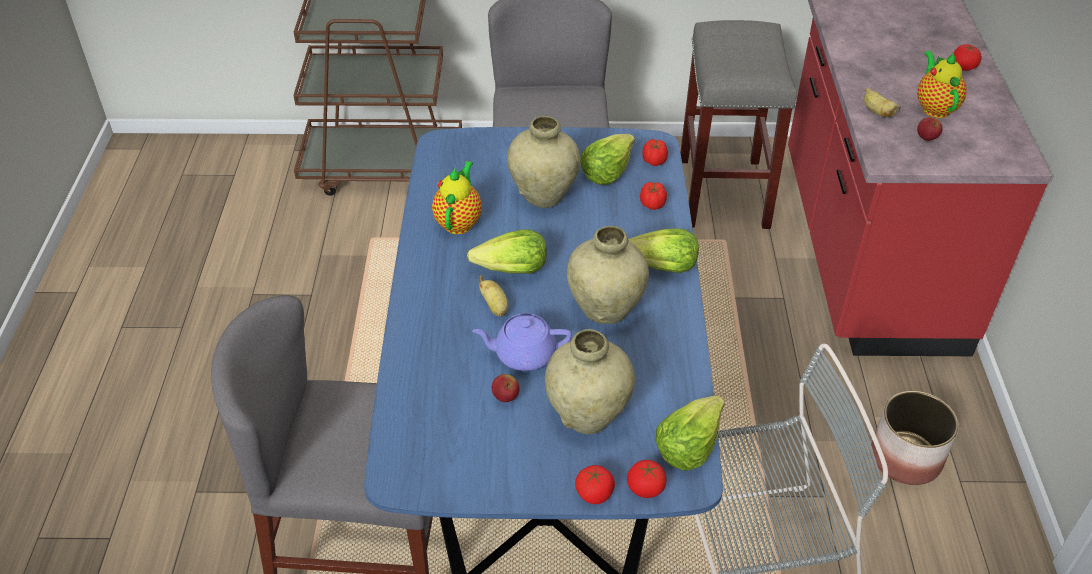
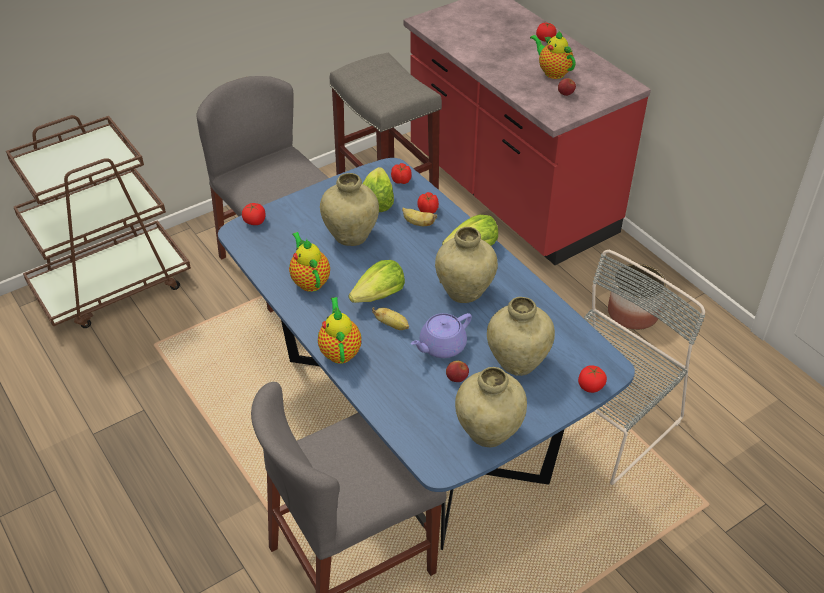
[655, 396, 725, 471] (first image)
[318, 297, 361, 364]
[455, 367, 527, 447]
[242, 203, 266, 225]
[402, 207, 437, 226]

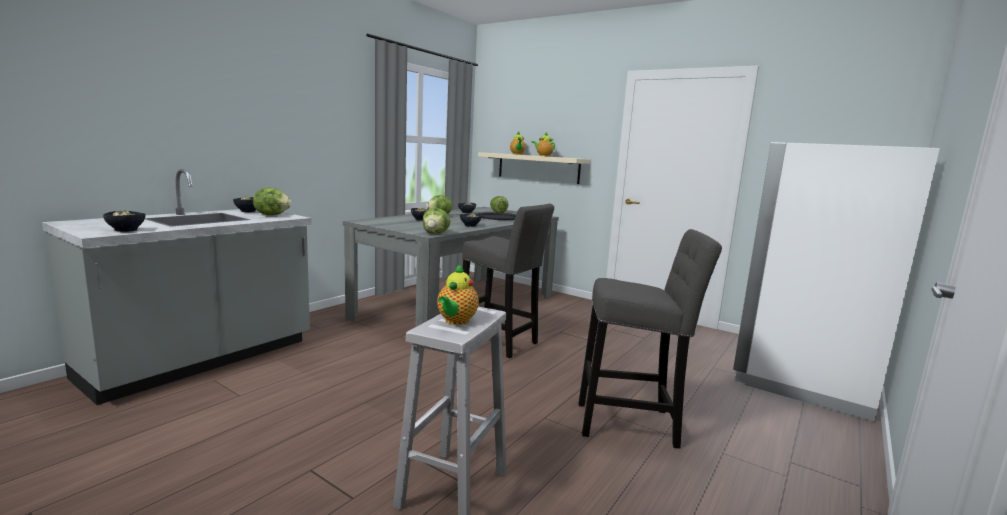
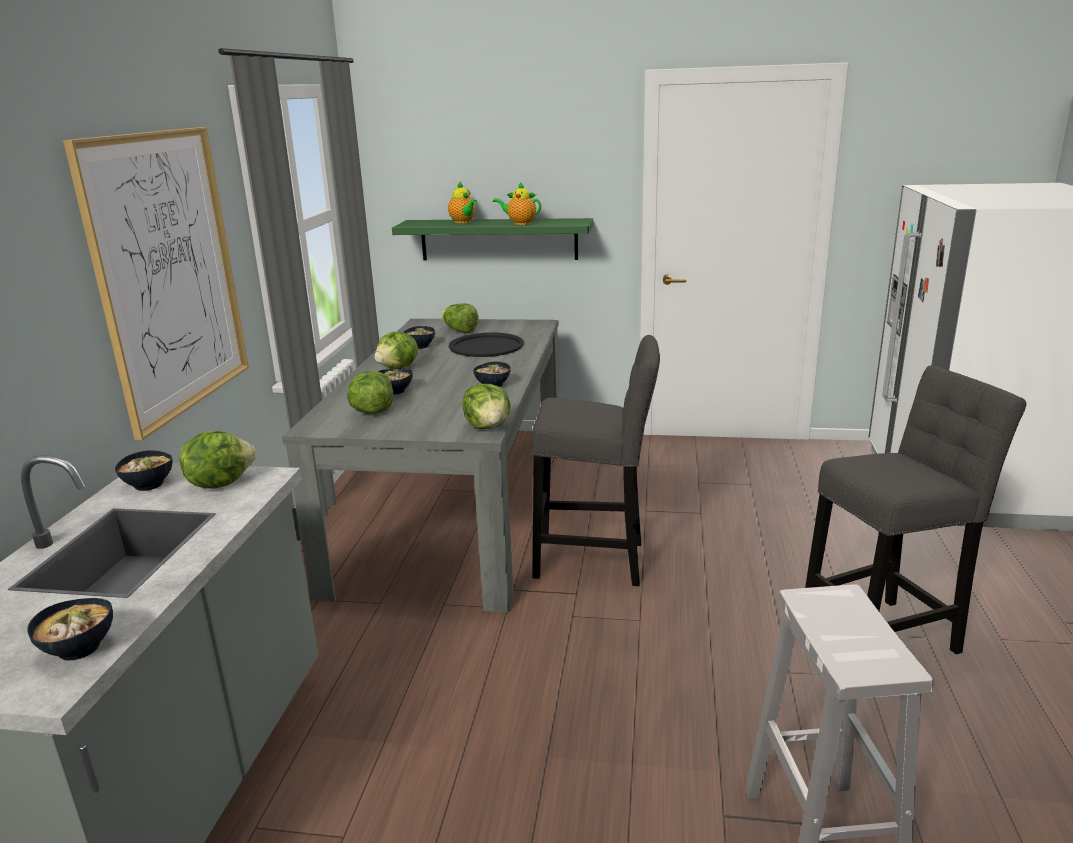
[437, 264, 479, 325] (first image)
[63, 127, 249, 440]
[347, 371, 393, 414]
[392, 218, 593, 260]

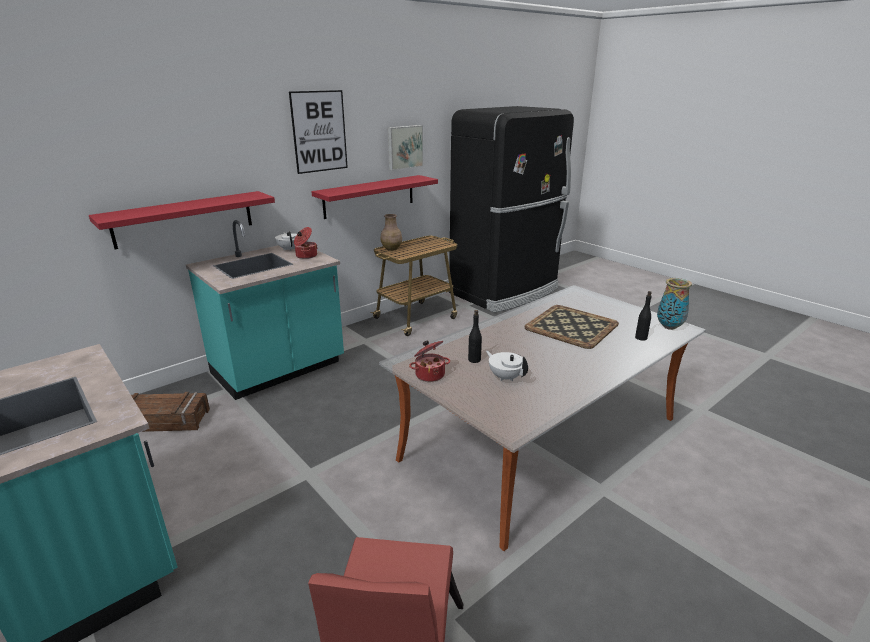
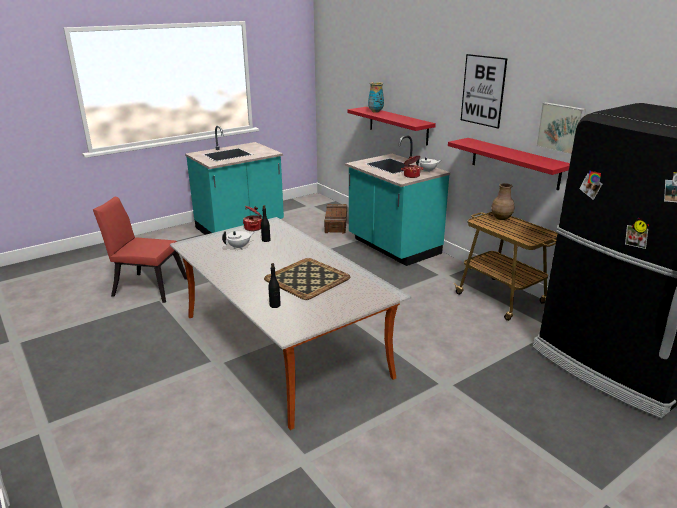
[368, 82, 384, 113]

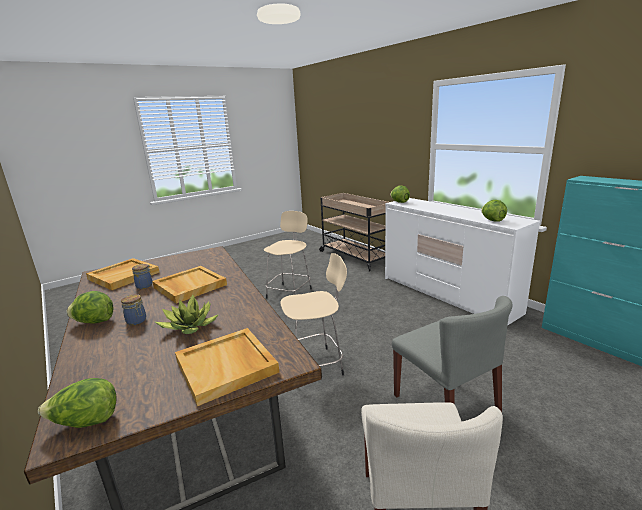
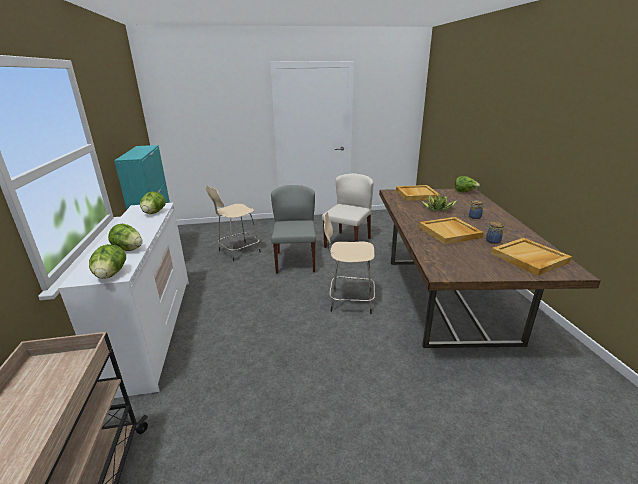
[108, 224, 143, 251]
[206, 186, 261, 262]

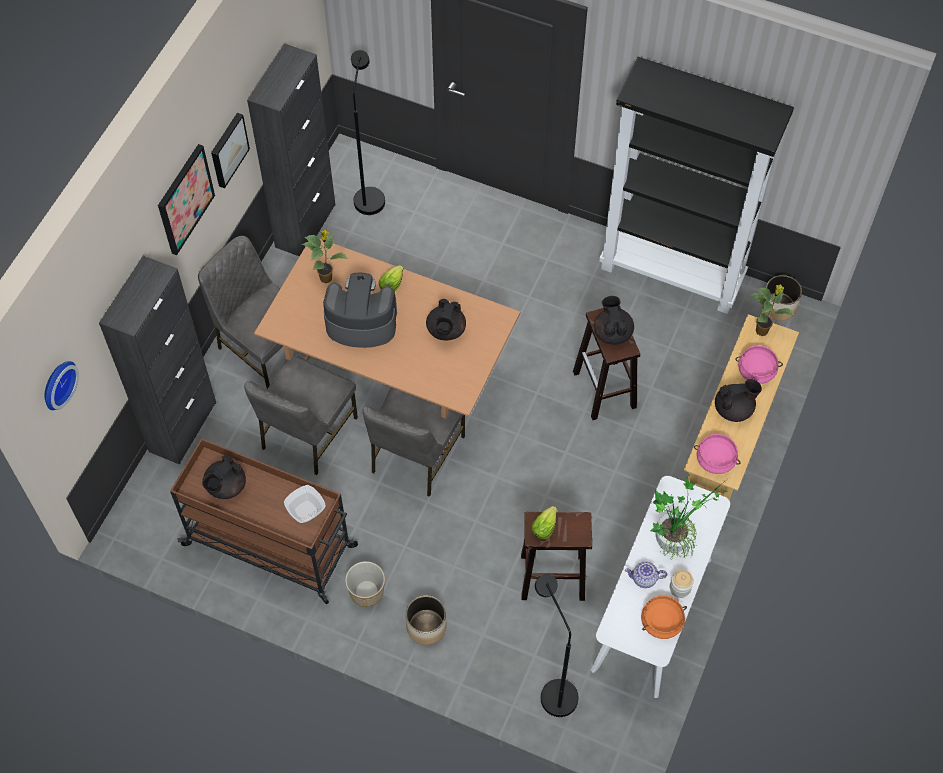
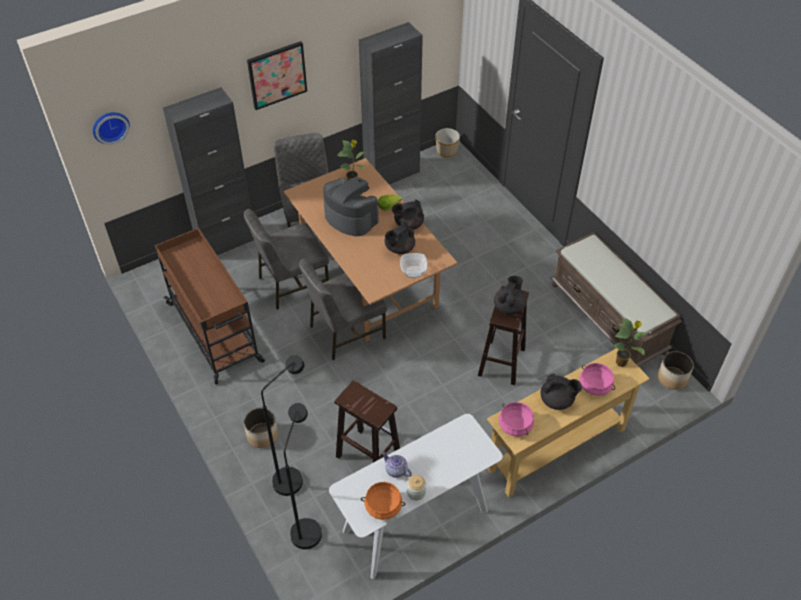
[211, 113, 250, 188] (first image)
[531, 506, 557, 539] (first image)
[651, 477, 727, 560] (first image)
[392, 199, 424, 229]
[400, 253, 427, 278]
[436, 128, 460, 157]
[261, 355, 304, 496]
[550, 232, 682, 367]

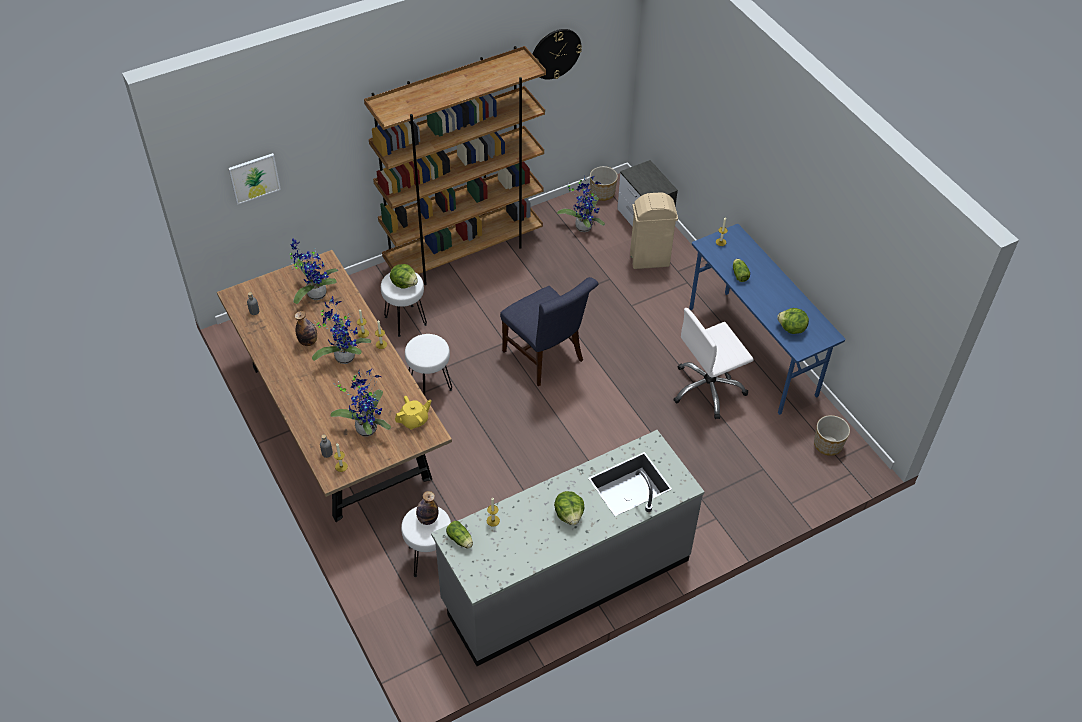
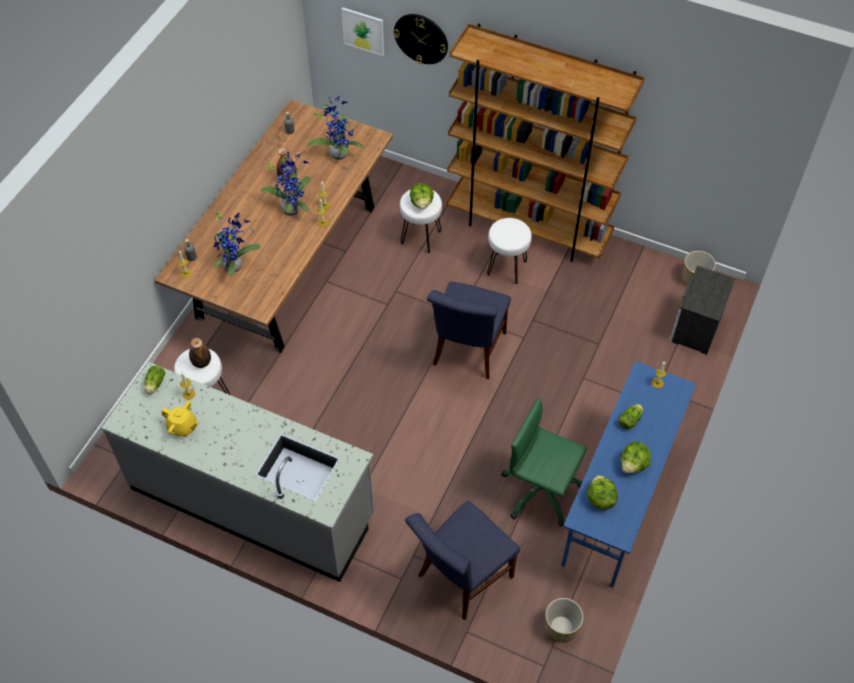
[557, 176, 605, 232] (first image)
[630, 192, 678, 269] (first image)
[405, 501, 520, 620]
[162, 401, 199, 437]
[487, 218, 532, 284]
[393, 14, 448, 64]
[621, 442, 651, 473]
[501, 398, 587, 527]

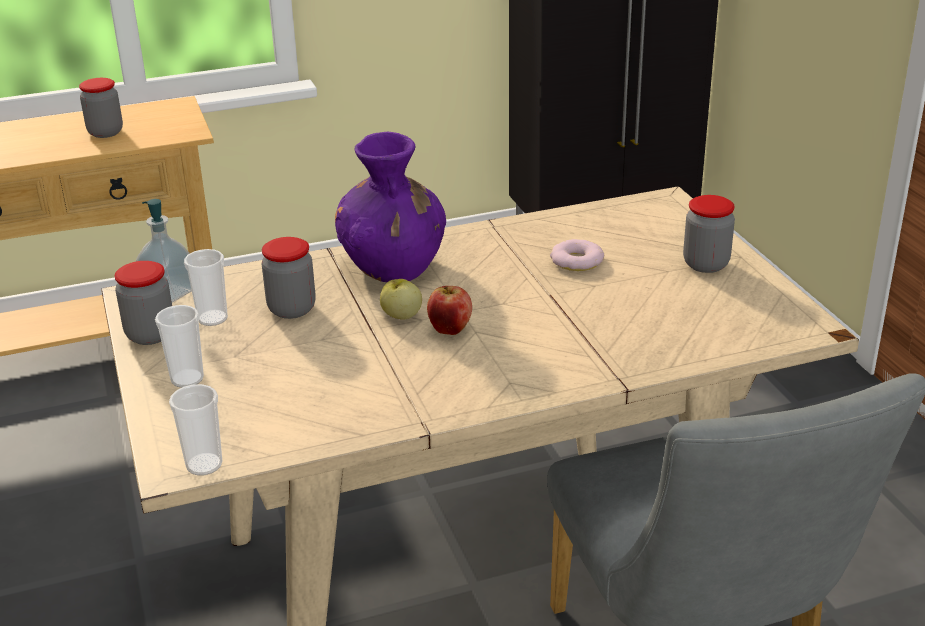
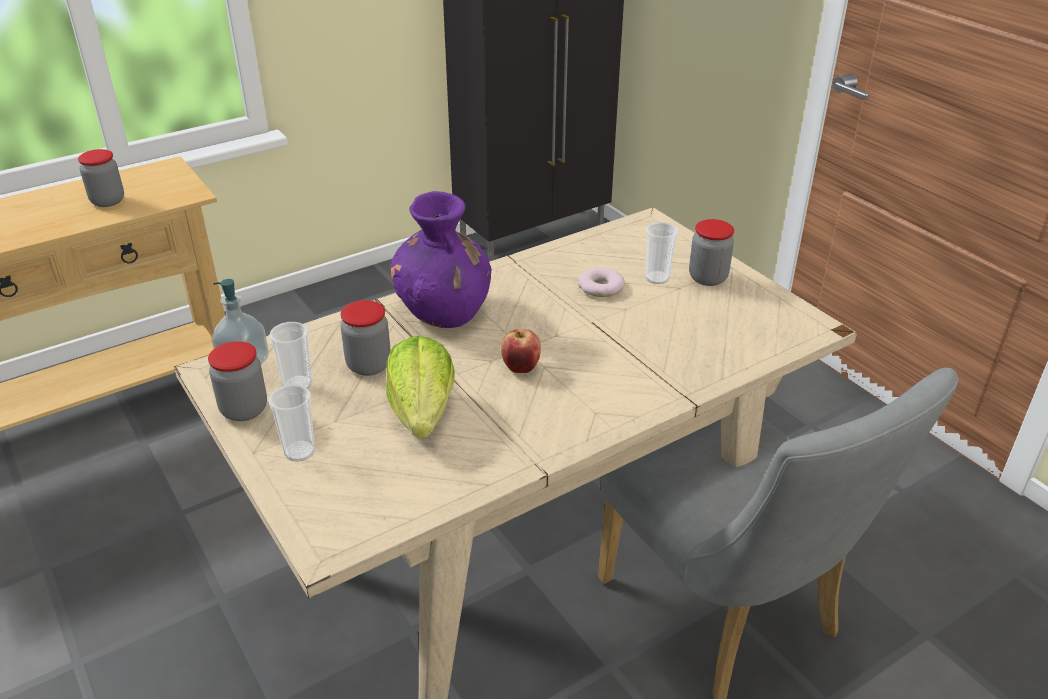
[380, 279, 422, 320] (first image)
[386, 336, 455, 438]
[645, 222, 678, 284]

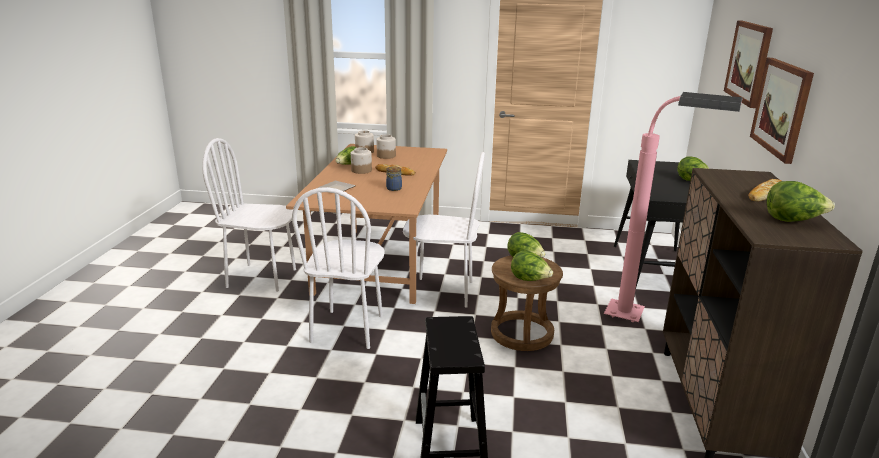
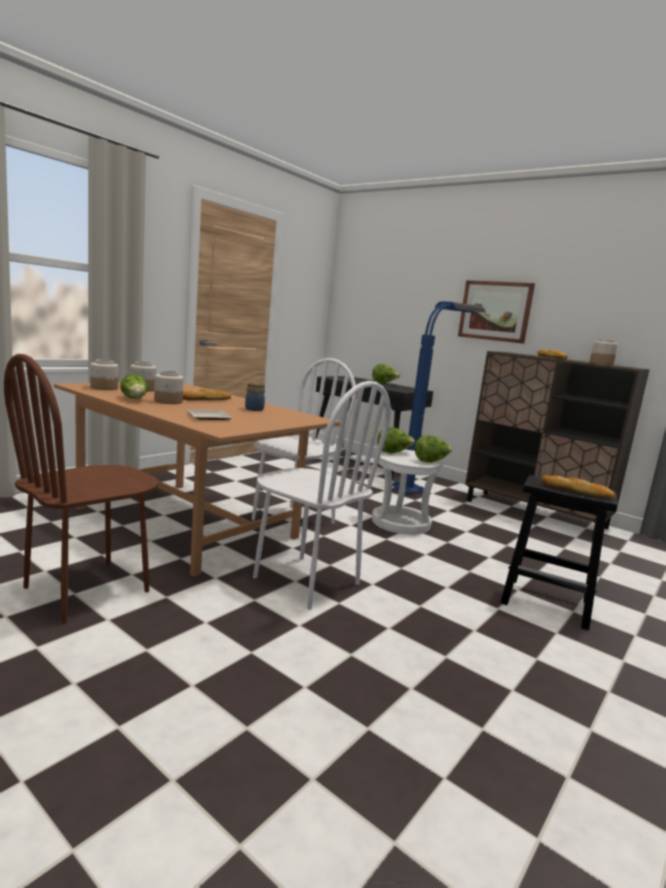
[724, 20, 773, 108] (first image)
[541, 475, 616, 498]
[590, 339, 618, 365]
[4, 354, 159, 624]
[372, 449, 443, 535]
[392, 301, 486, 494]

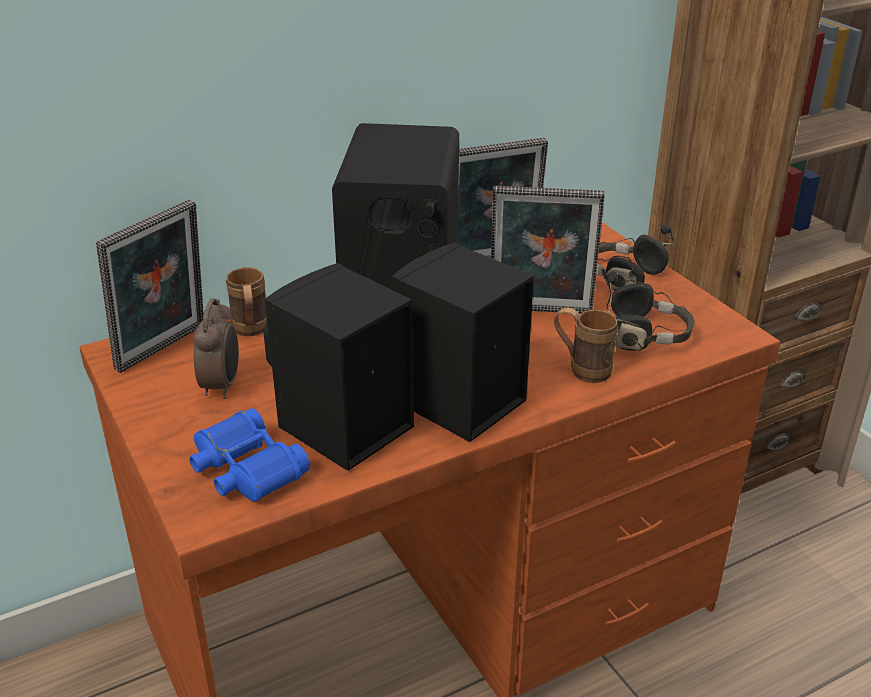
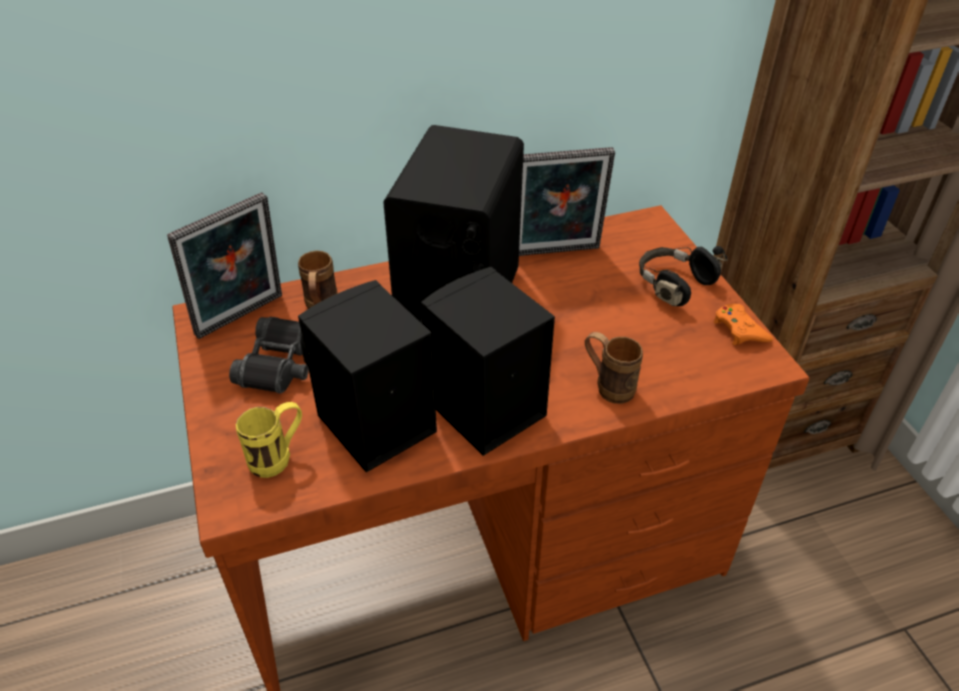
[491, 186, 605, 314] (first image)
[606, 271, 695, 351] (first image)
[713, 304, 774, 345]
[236, 402, 302, 478]
[229, 317, 309, 394]

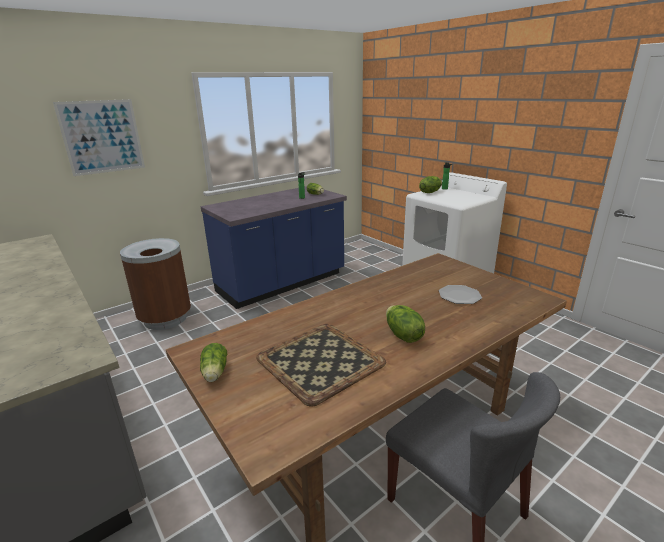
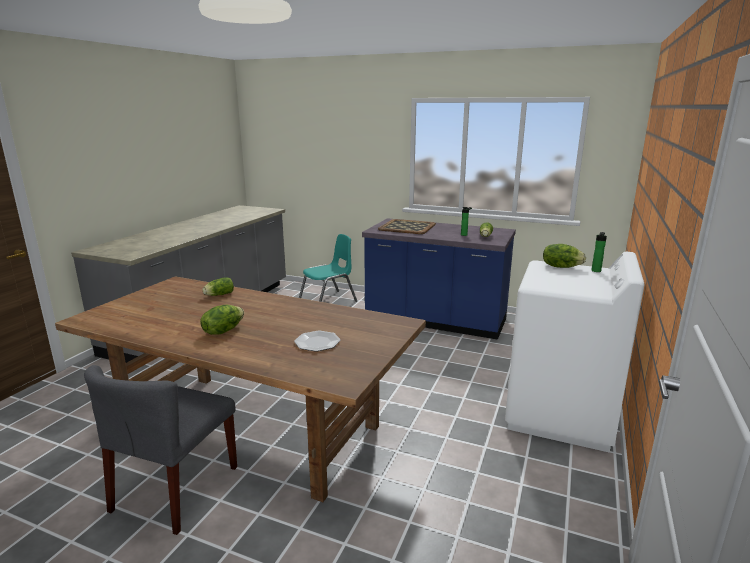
[53, 99, 145, 176] (first image)
[202, 277, 234, 296]
[378, 219, 436, 234]
[299, 234, 357, 302]

